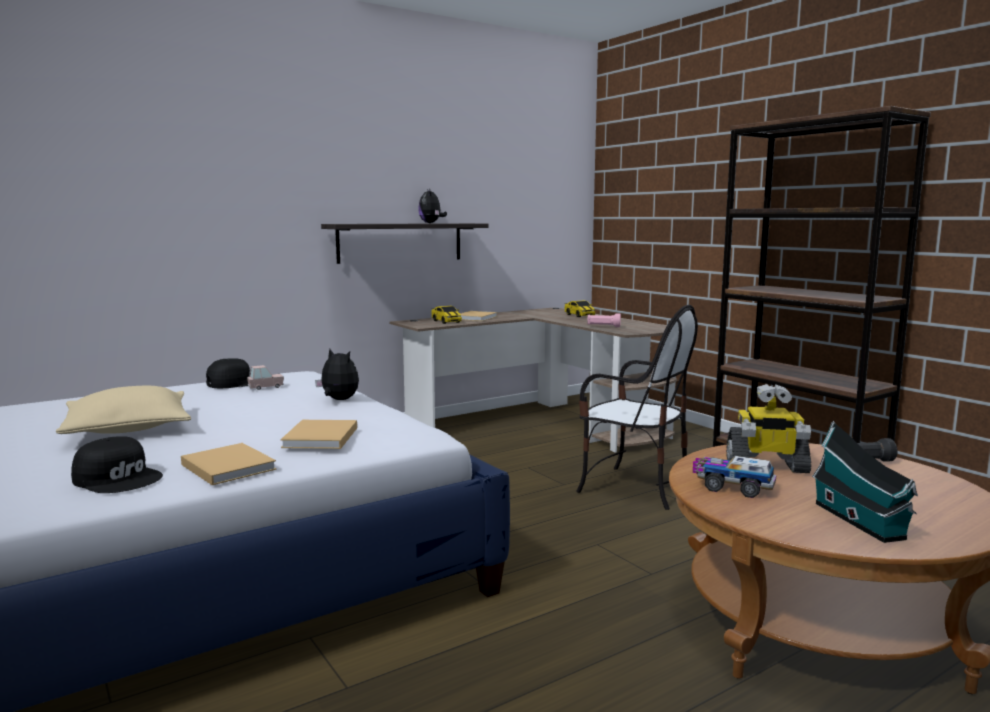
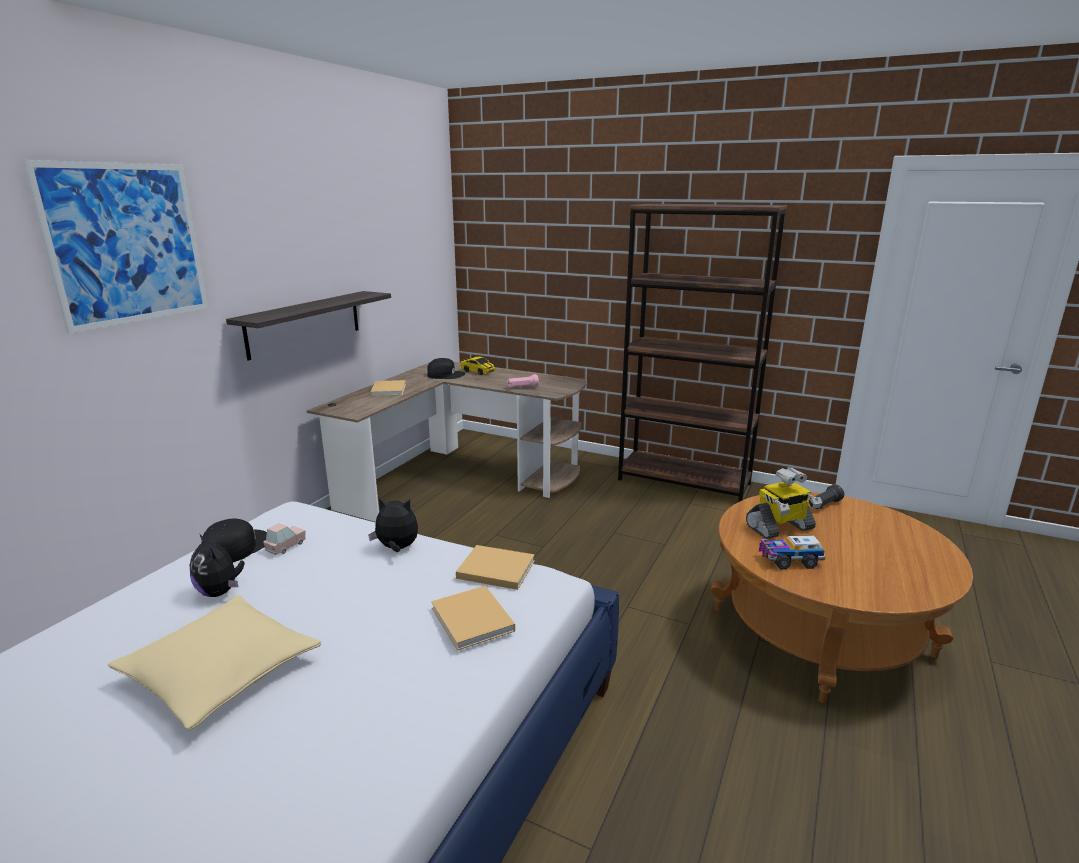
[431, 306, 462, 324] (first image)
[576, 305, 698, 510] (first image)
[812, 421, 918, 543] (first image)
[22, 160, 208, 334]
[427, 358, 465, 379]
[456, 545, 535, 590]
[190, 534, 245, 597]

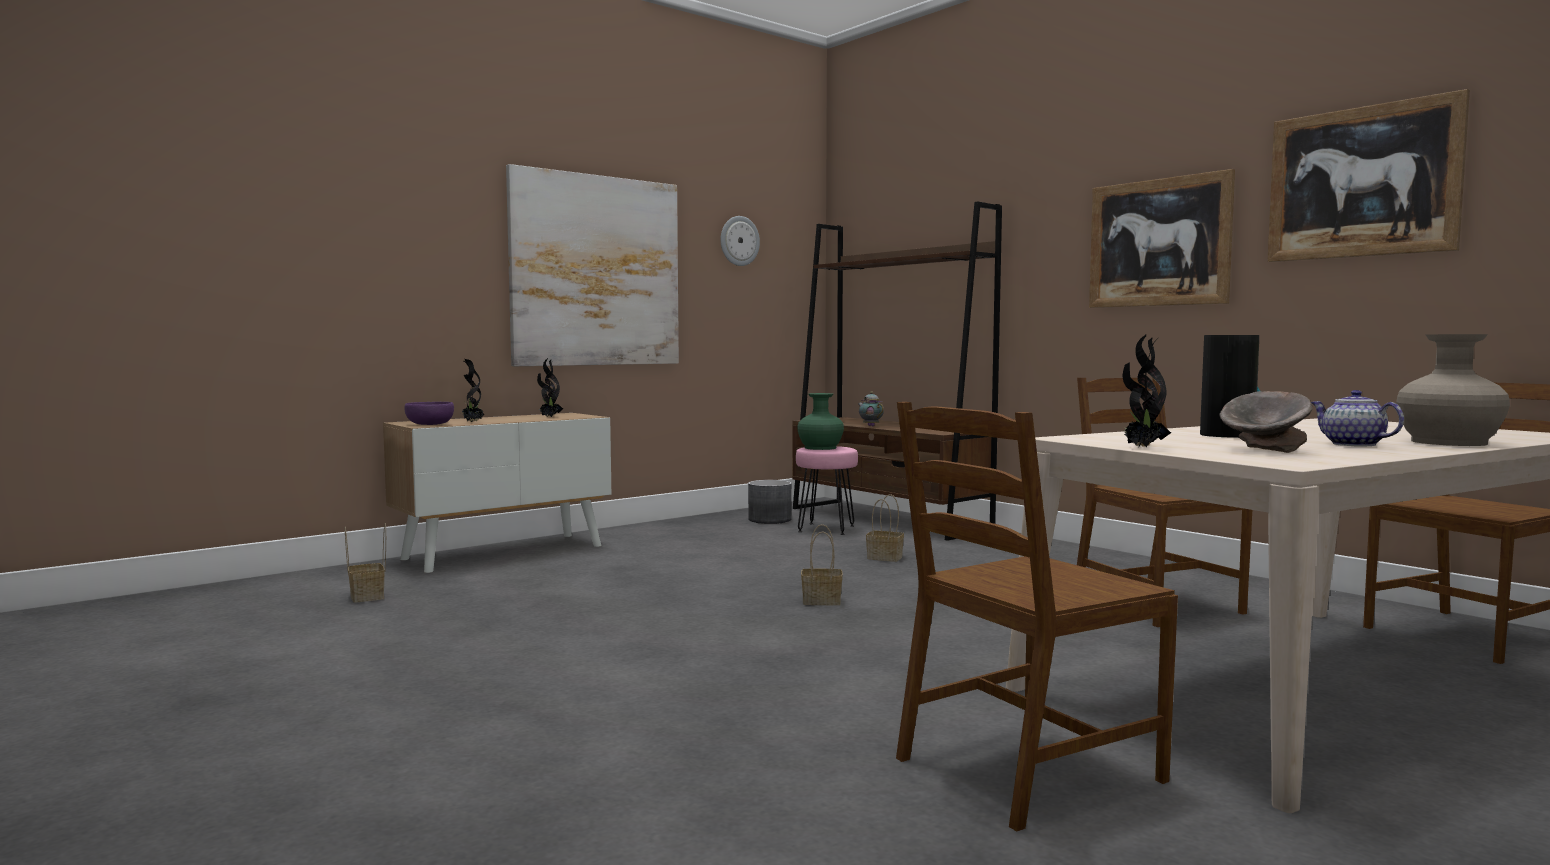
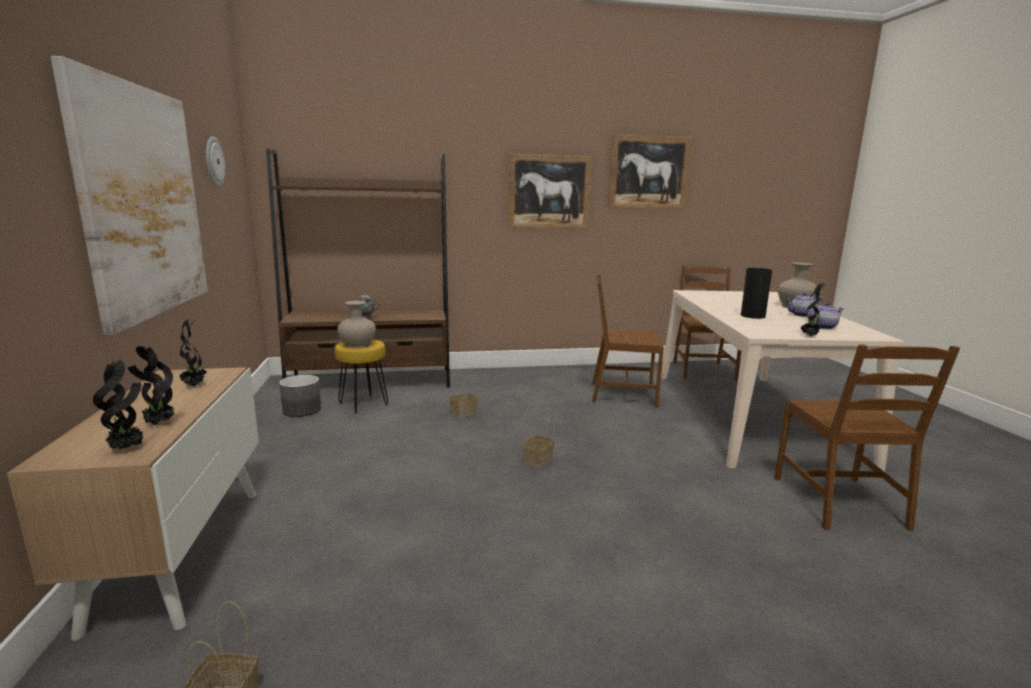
[93, 359, 144, 450]
[807, 302, 844, 329]
[335, 339, 388, 414]
[338, 301, 376, 348]

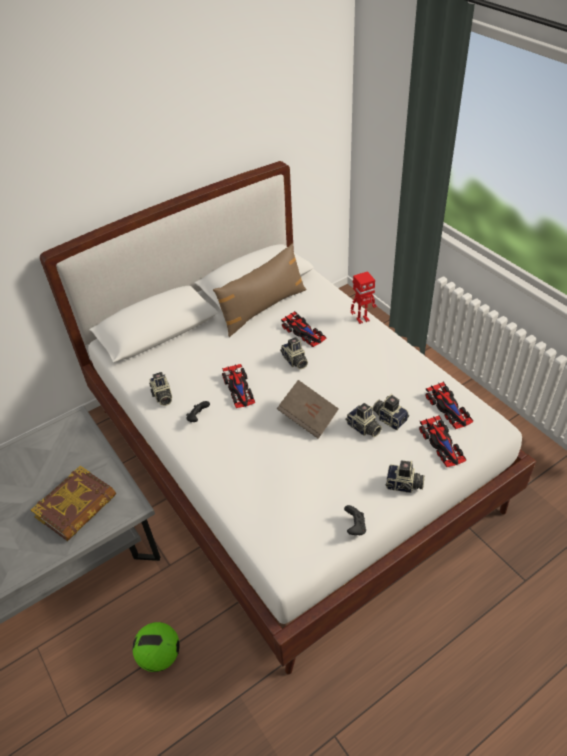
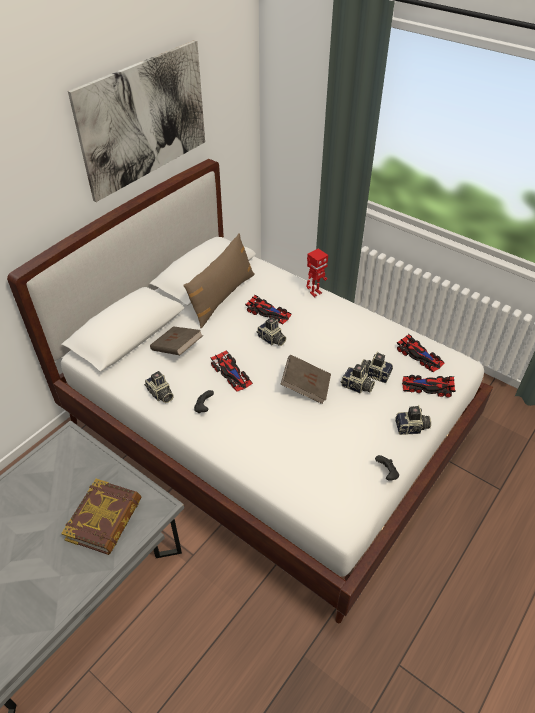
[132, 622, 180, 672] (first image)
[68, 40, 205, 202]
[150, 326, 203, 355]
[402, 375, 456, 397]

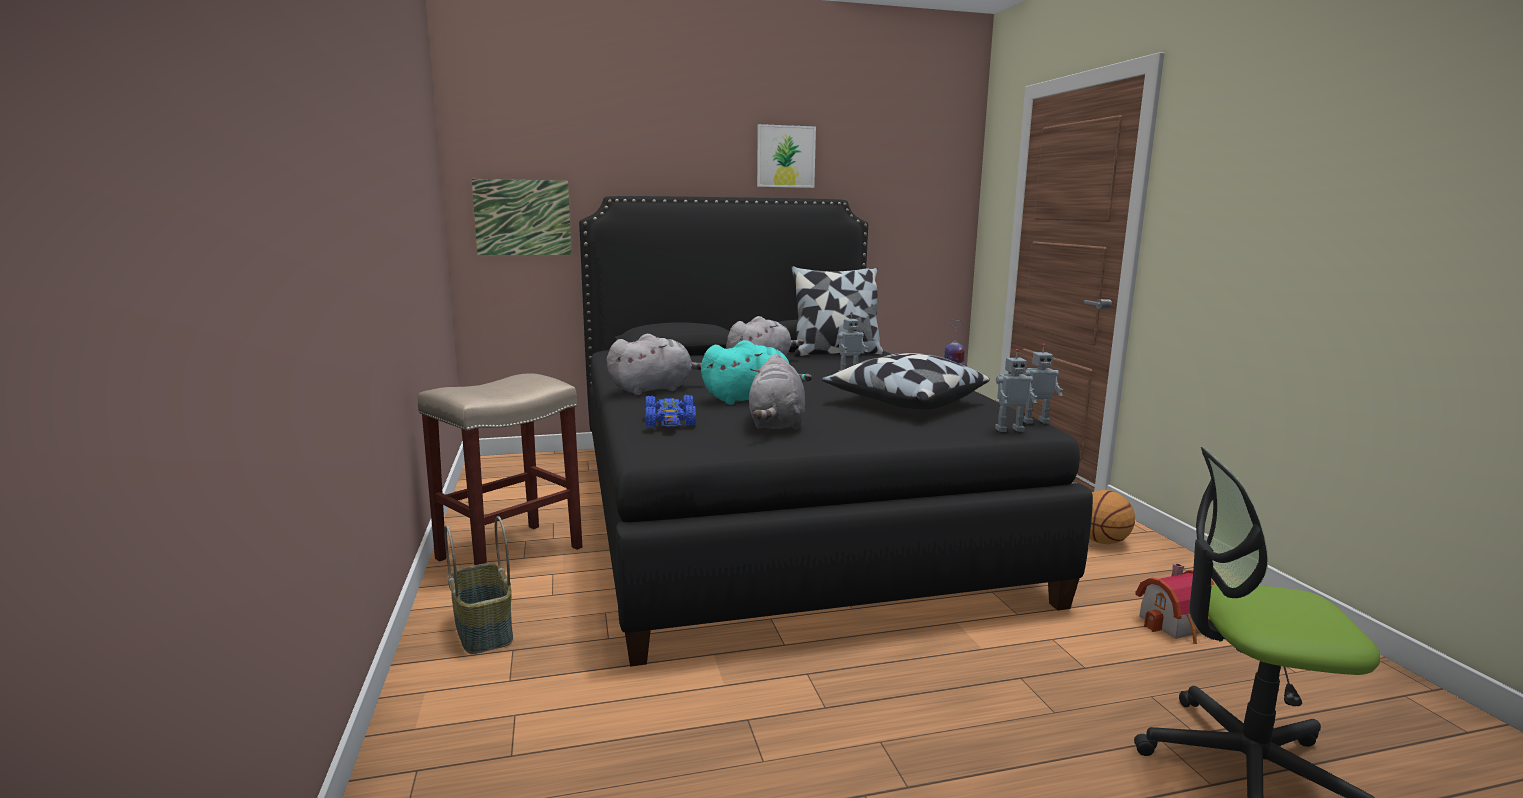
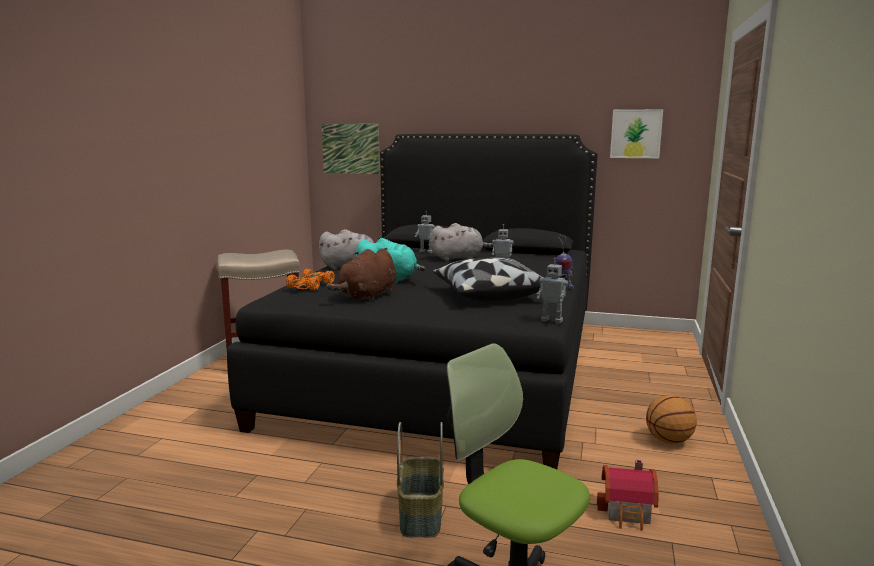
[791, 266, 884, 357] (first image)
[397, 422, 444, 538]
[610, 109, 663, 158]
[415, 211, 435, 253]
[286, 269, 335, 291]
[326, 249, 397, 302]

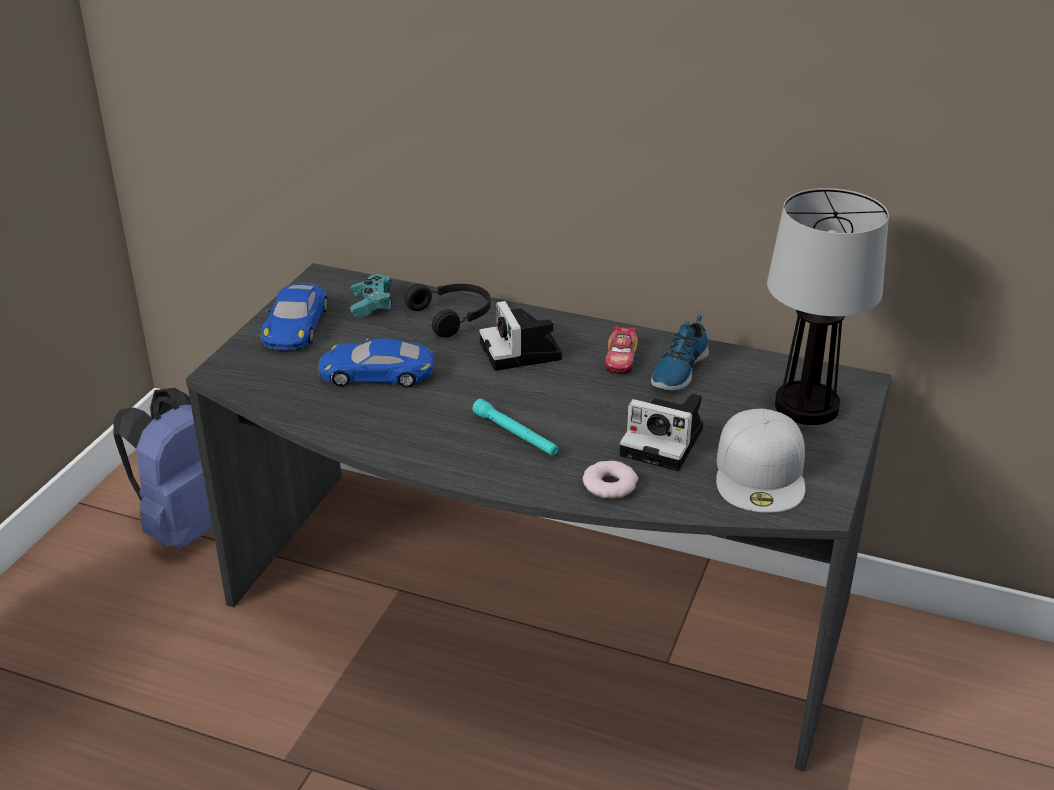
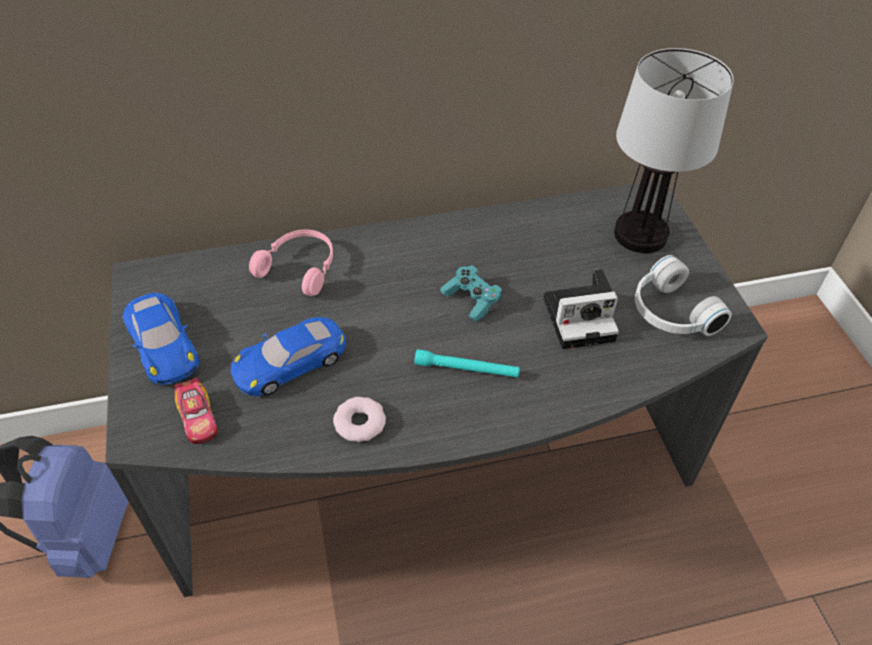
[479, 301, 562, 371] (first image)
[651, 315, 709, 391] (first image)
[440, 265, 503, 322]
[333, 397, 386, 442]
[174, 377, 218, 444]
[635, 255, 732, 336]
[249, 229, 333, 296]

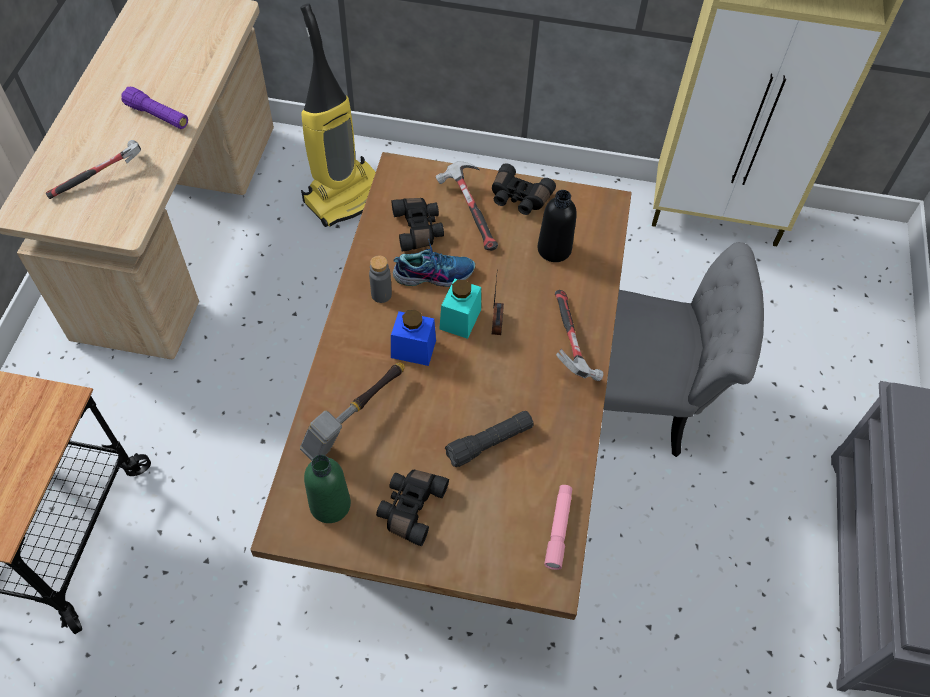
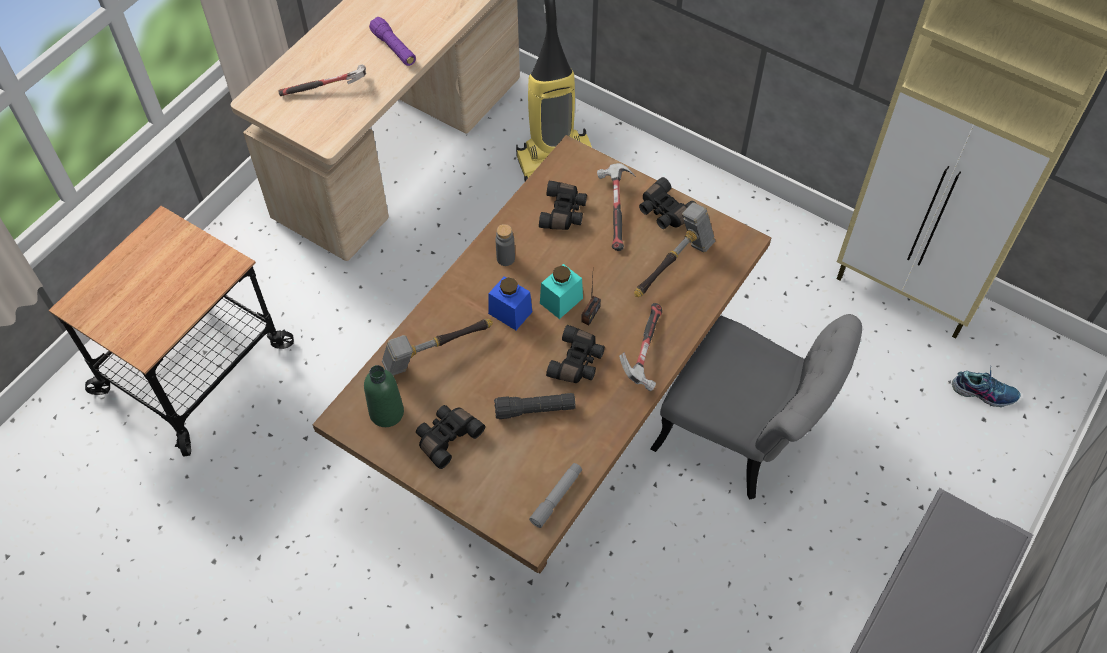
[546, 325, 605, 383]
[952, 367, 1021, 407]
[634, 202, 715, 297]
[529, 463, 582, 528]

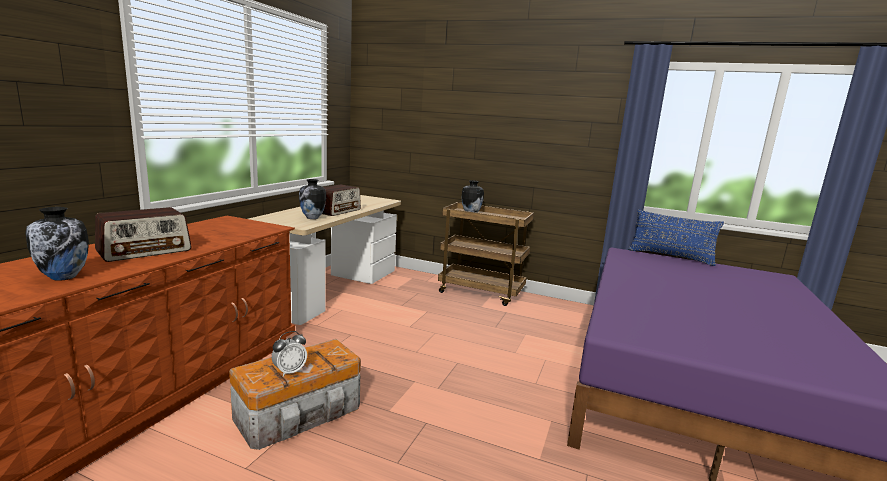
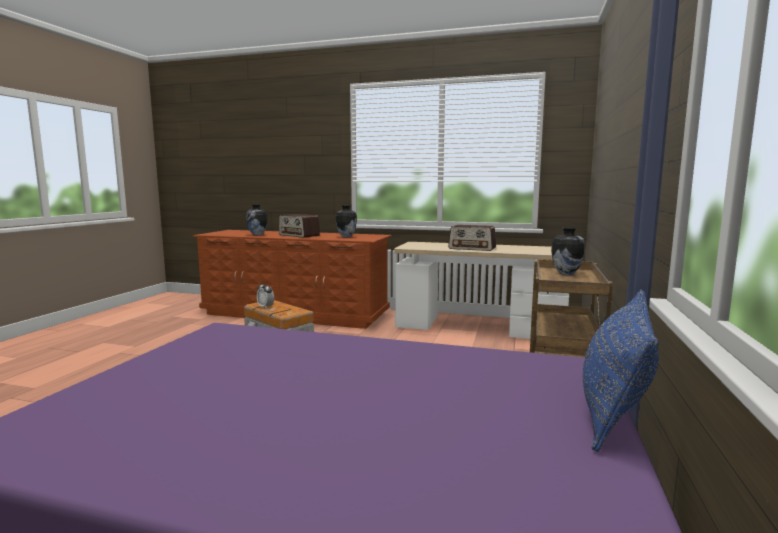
[336, 205, 357, 237]

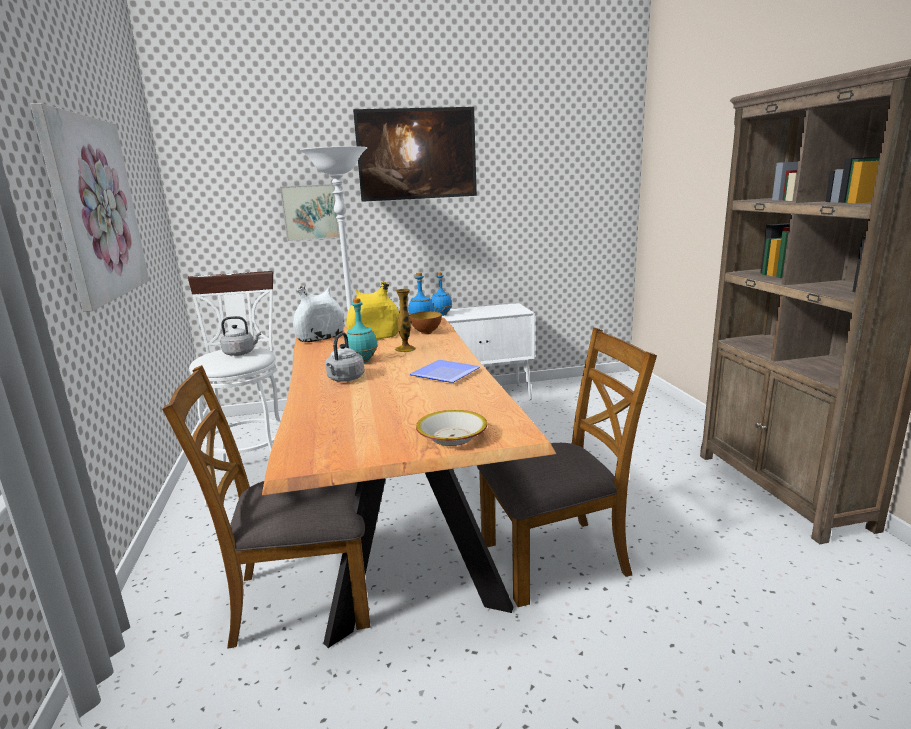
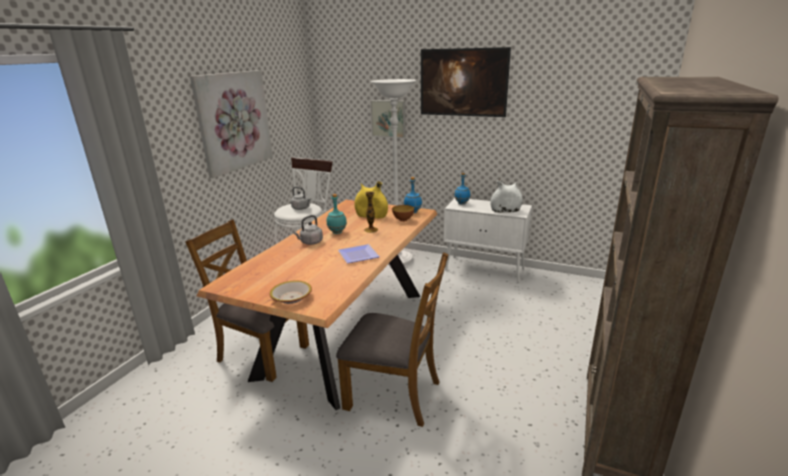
[490, 179, 523, 212]

